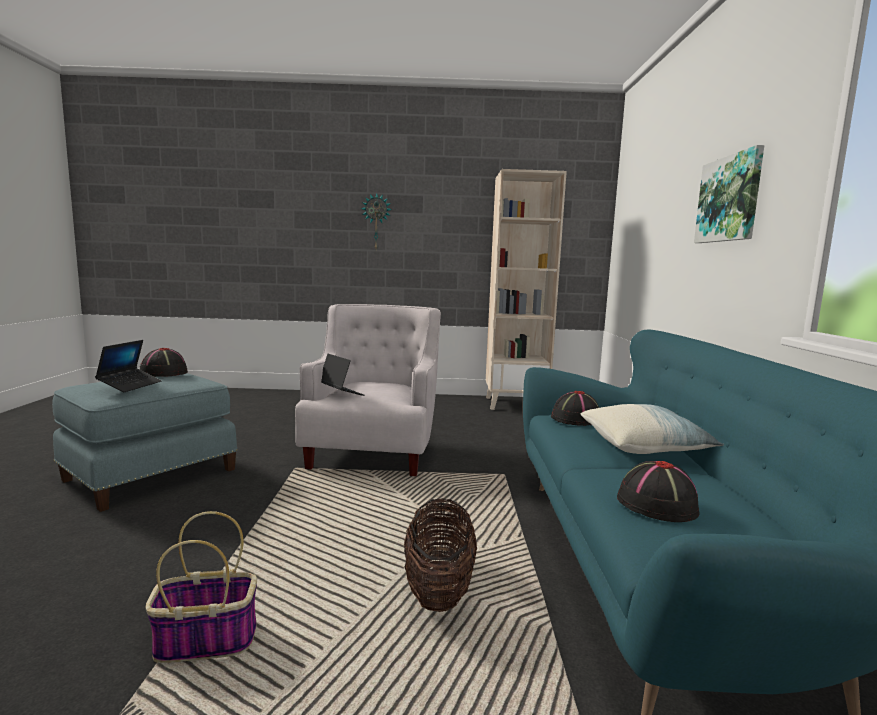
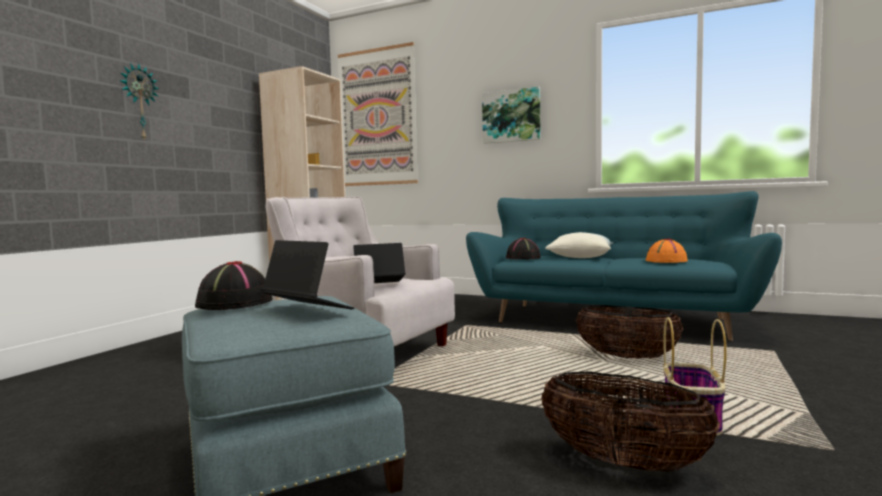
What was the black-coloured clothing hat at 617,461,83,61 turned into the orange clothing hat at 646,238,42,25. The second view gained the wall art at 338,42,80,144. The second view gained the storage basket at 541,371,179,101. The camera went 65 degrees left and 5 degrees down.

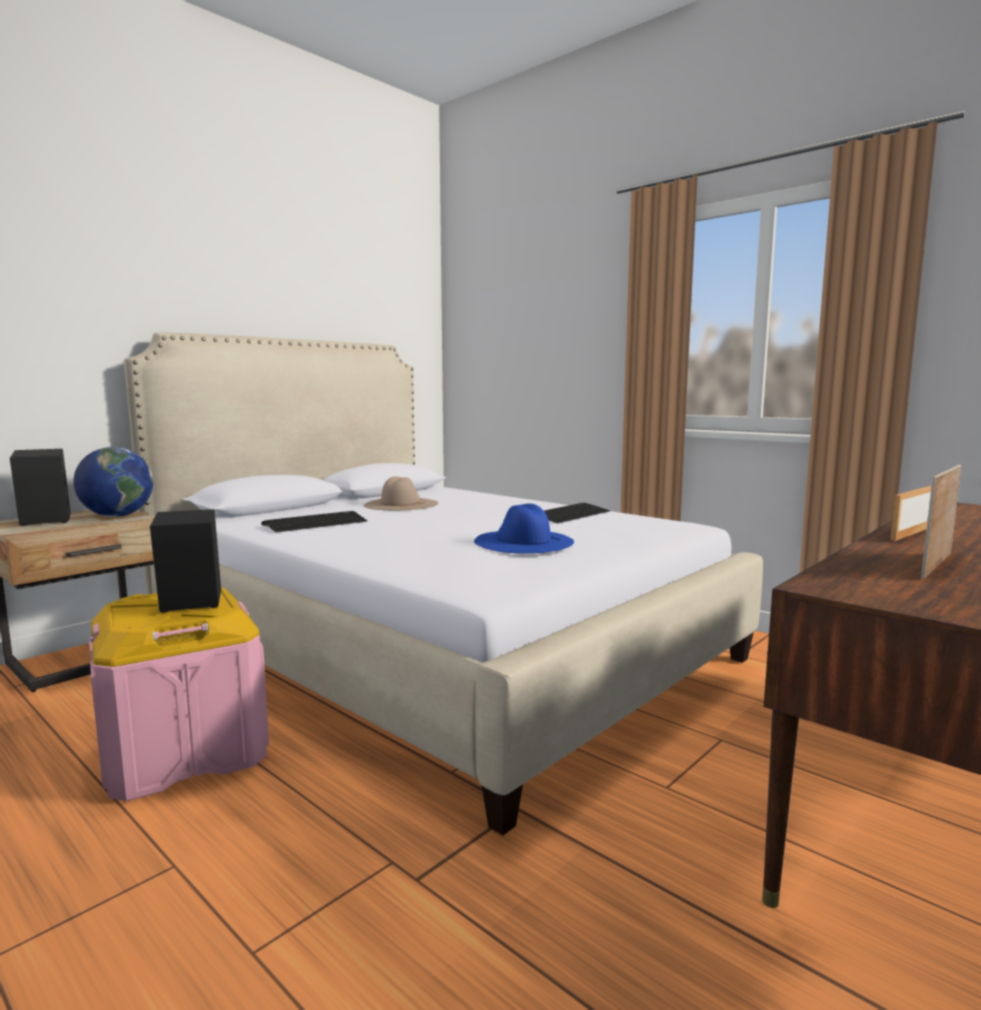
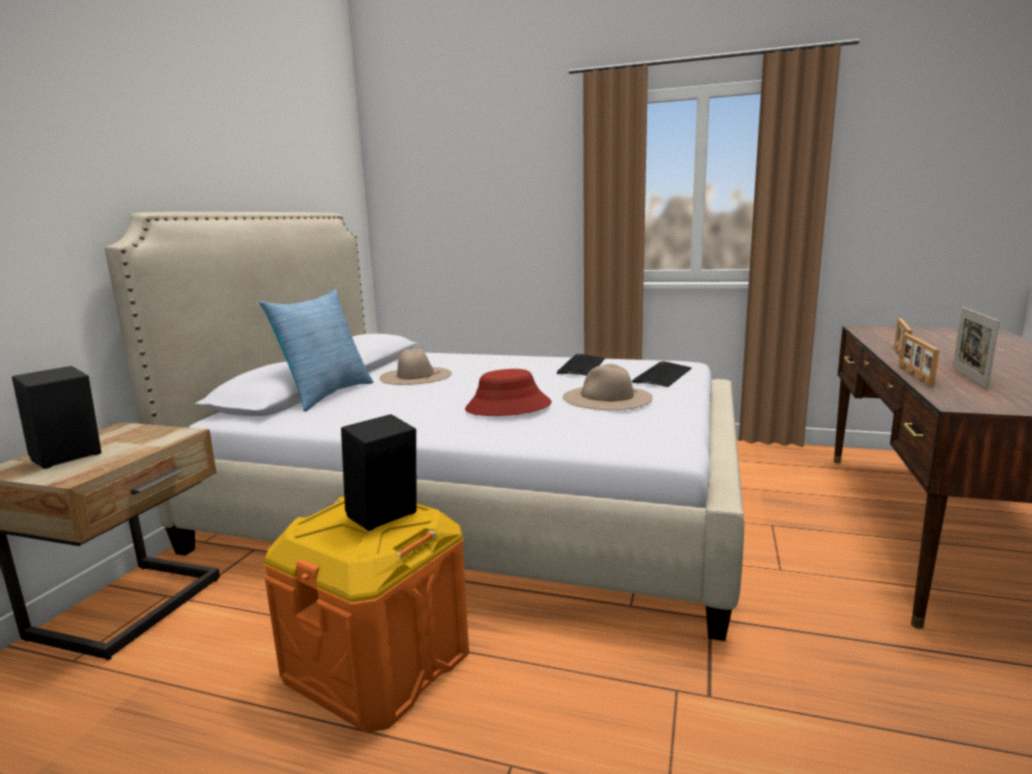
The second view lost the globe at 73,447,80,70. What was the pinkish storage container at 89,588,180,213 turned into the orange storage container at 264,497,205,236. The PC keyboard ended up elsewhere, having gone from 261,511,106,22 to 632,361,60,26. What was the blue-coloured clothing hat at 474,503,100,51 turned into the beige-coloured clothing hat at 563,364,90,46. The second view gained the throw pillow at 259,289,114,123. The second view gained the red clothing hat at 465,369,87,47. The second view gained the photo frame at 899,333,41,53. The camera went 25 degrees left and 5 degrees up.

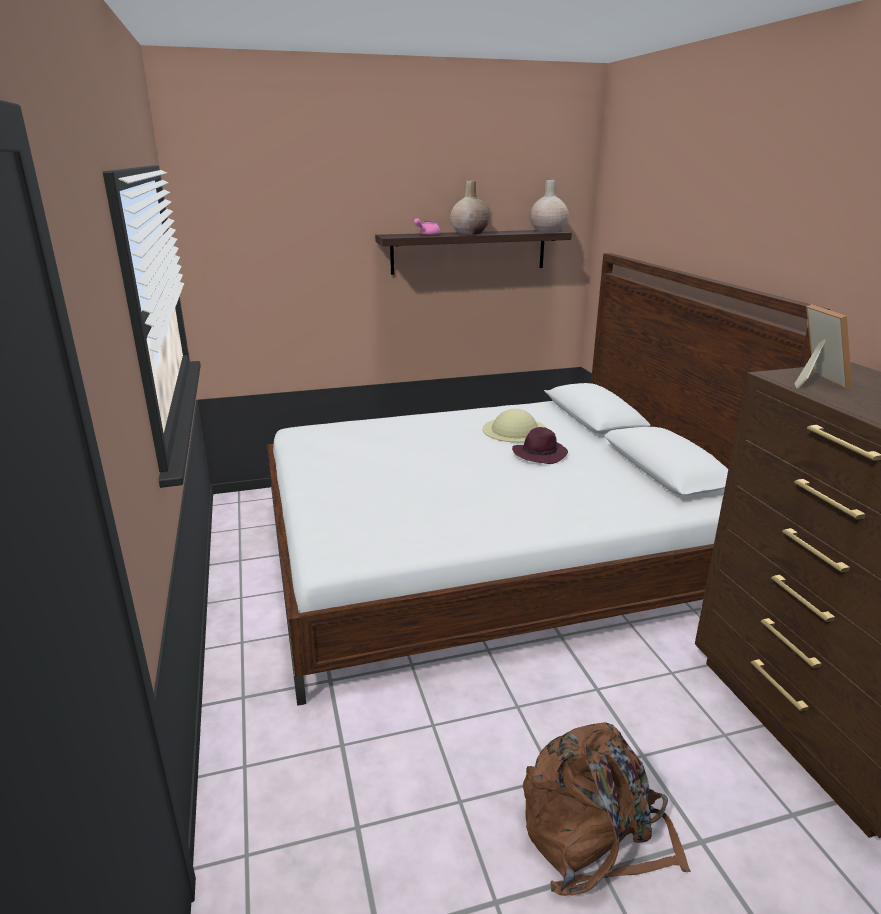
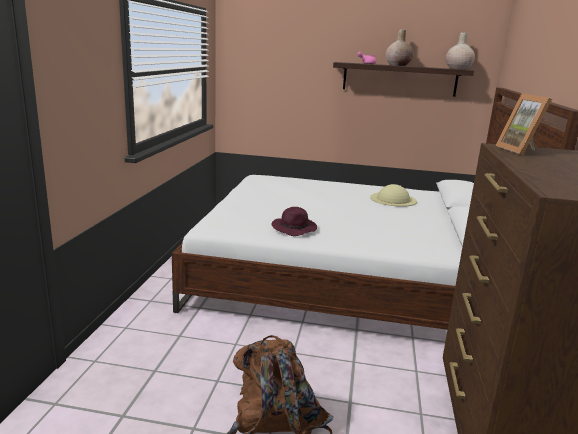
The purplish clothing hat ended up elsewhere, having gone from 512,427,56,37 to 271,207,46,29. The photo frame at 795,304,57,85 ended up facing another way, 150 degrees clockwise from before. The camera went 25 degrees right and 5 degrees down.

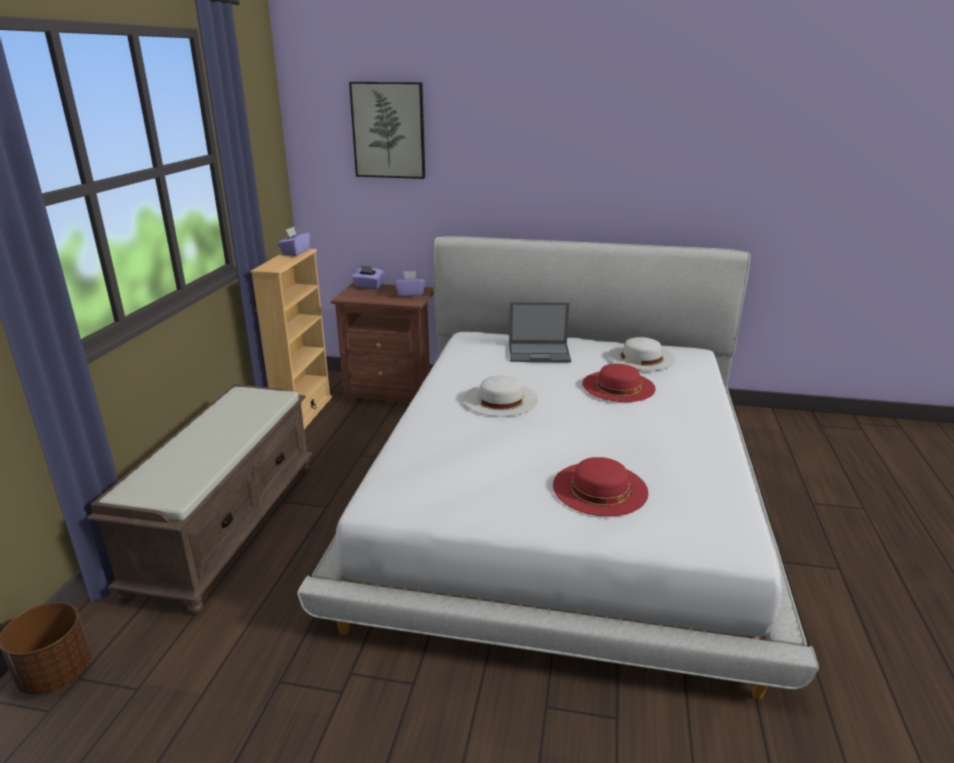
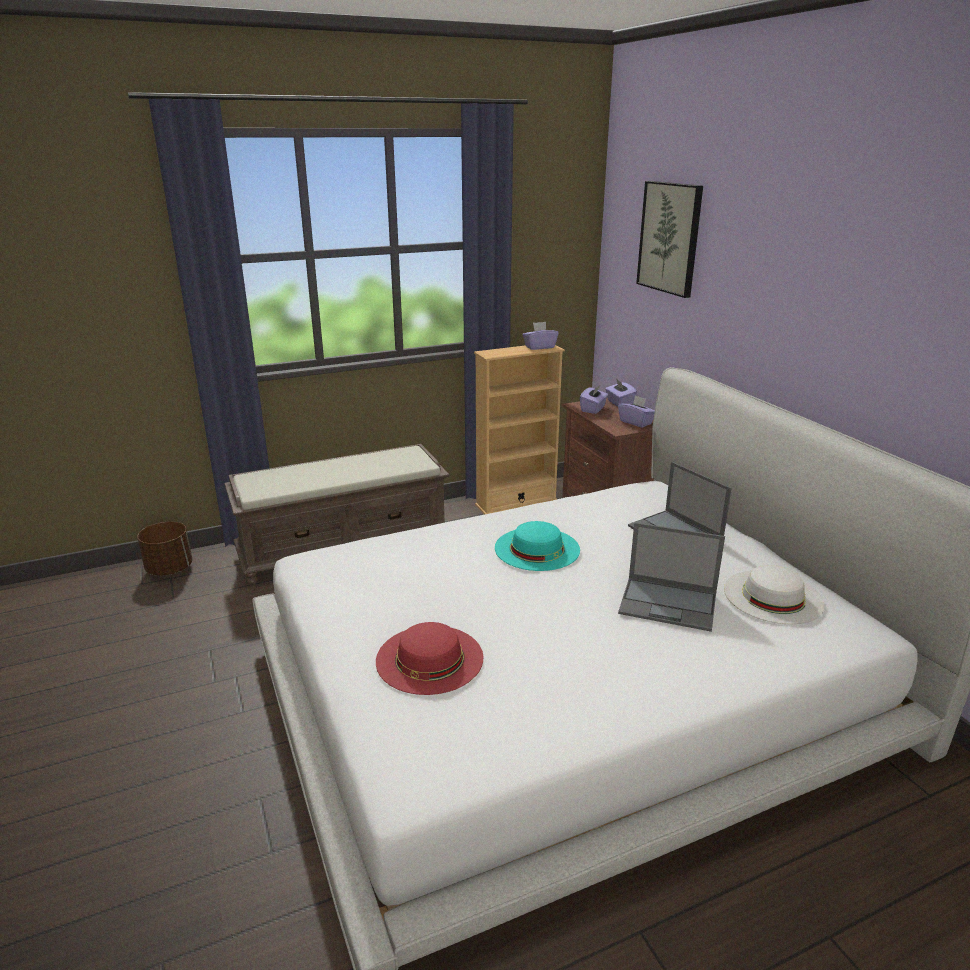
What was the white clothing hat at 463,376,75,41 turned into the turquoise-coloured clothing hat at 495,521,85,50. Where the red clothing hat stood at 582,364,73,38, the laptop came to stand at 618,522,107,110. The second view gained the purplish box of tissues at 580,384,28,30. The camera went 55 degrees right and 0 degrees up.

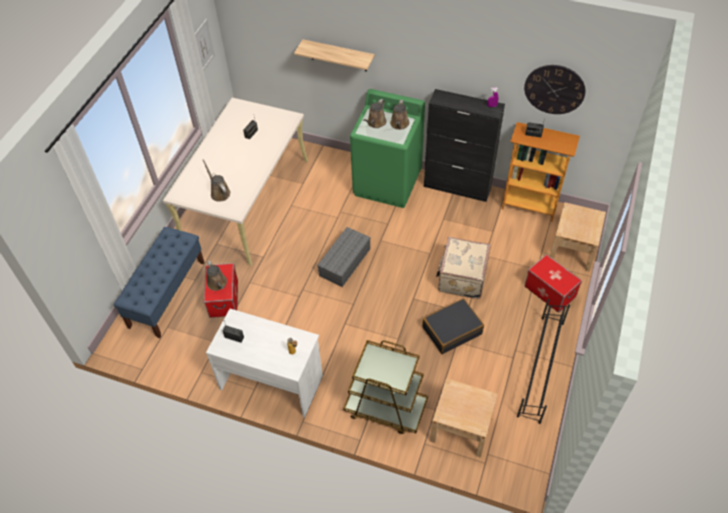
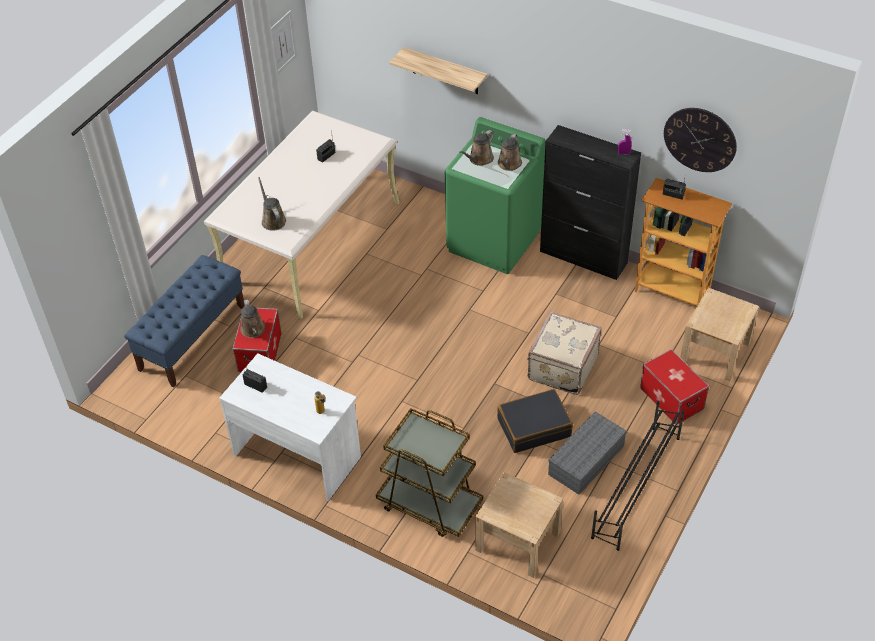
The grey storage container ended up elsewhere, having gone from 317,227,54,60 to 548,411,79,84. The camera went 10 degrees right and 5 degrees down.

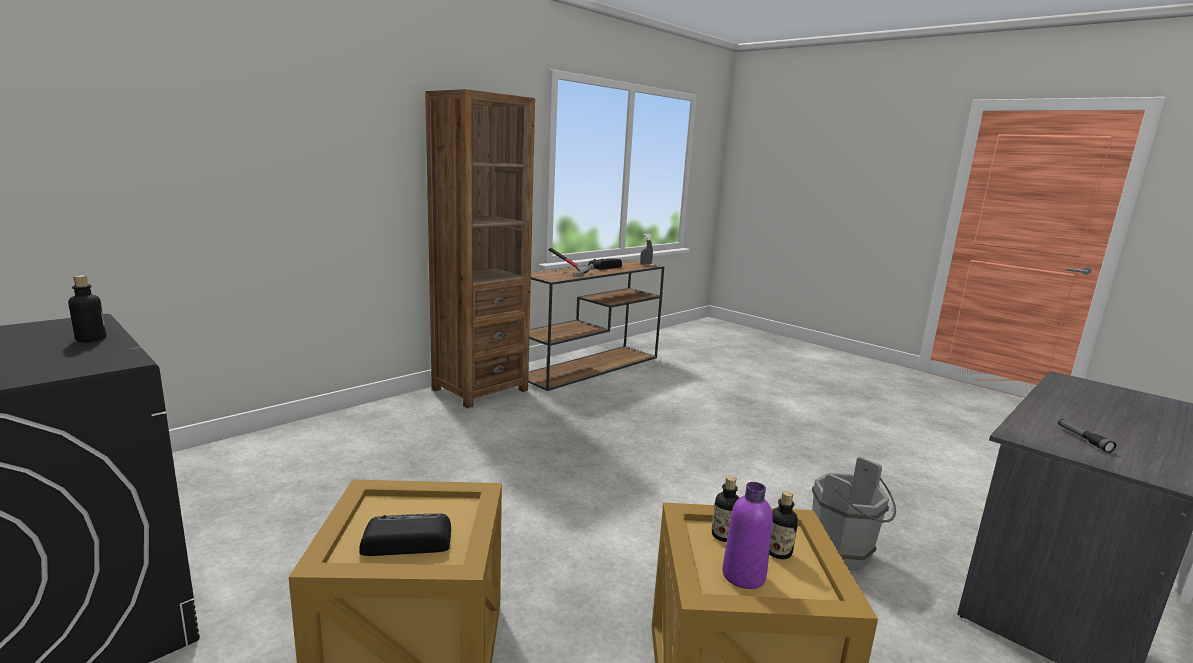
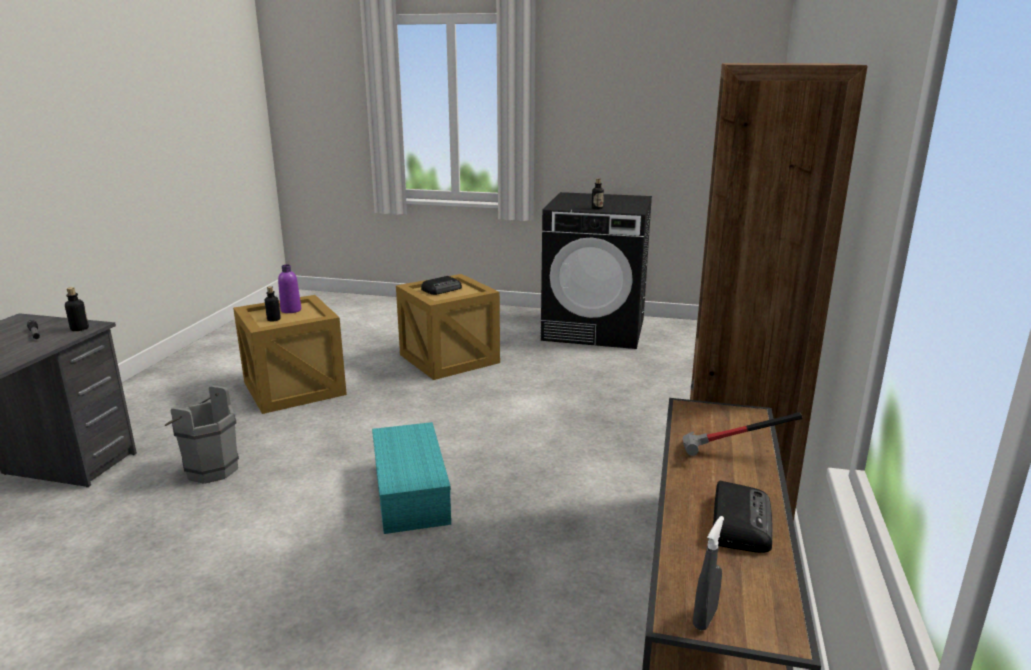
The drink bottle ended up elsewhere, having gone from 712,476,27,66 to 65,287,24,44. The second view gained the turquoise-coloured storage container at 372,422,79,112. The camera went 150 degrees right and 5 degrees up.

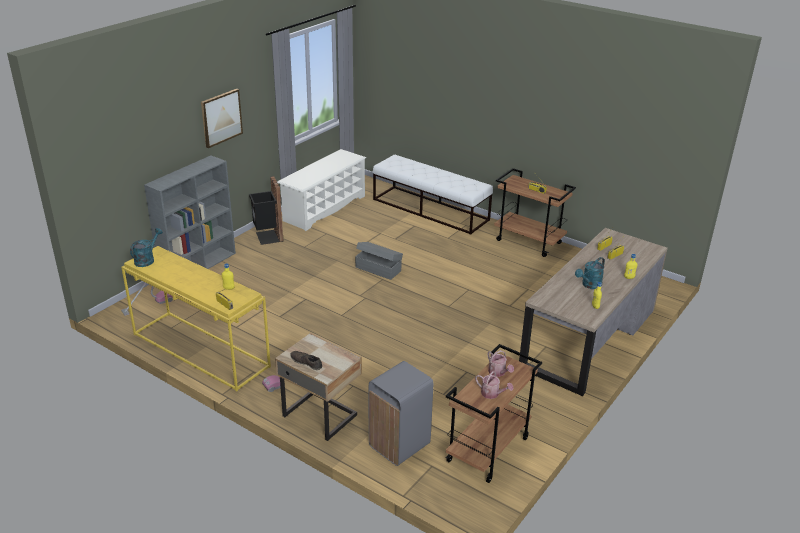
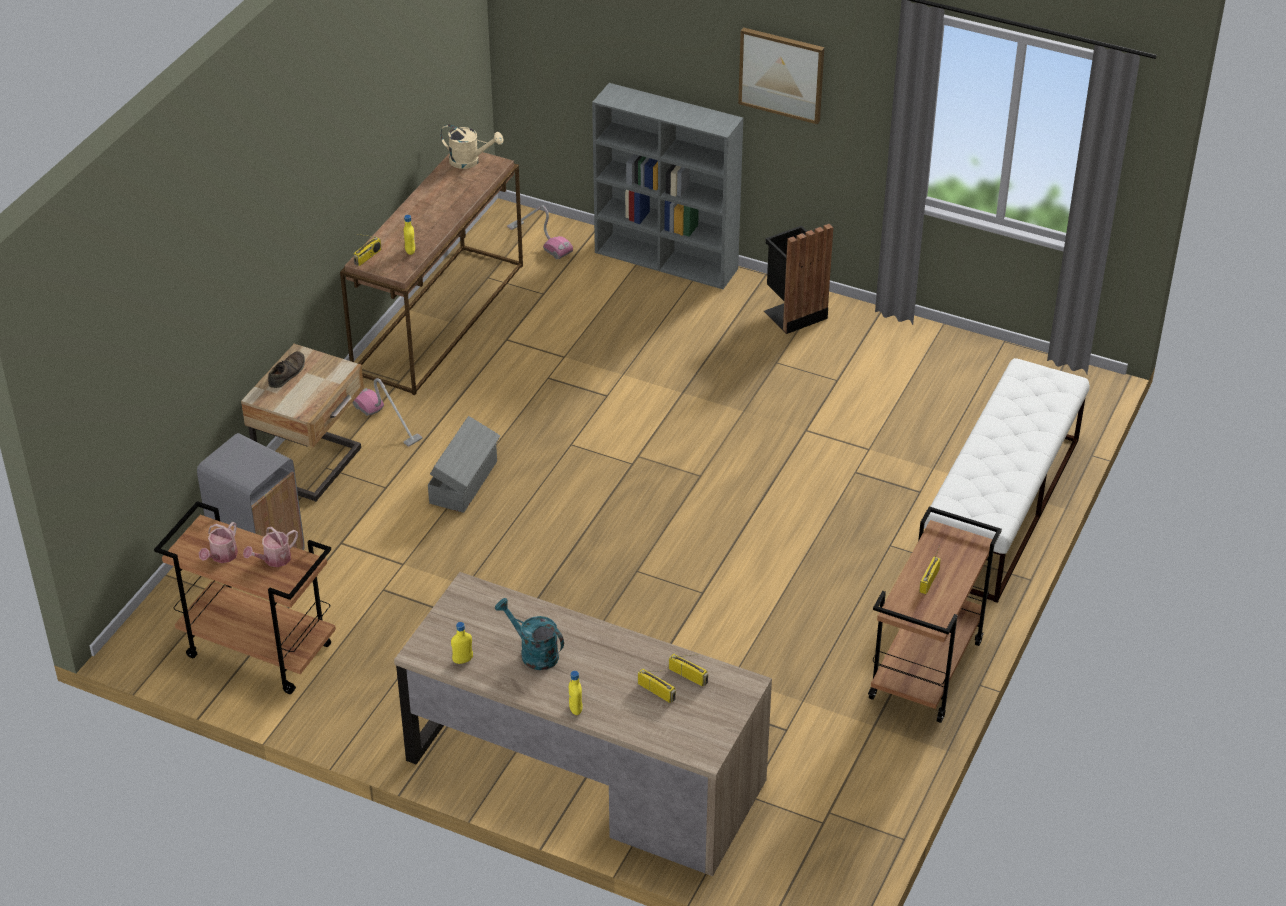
What was the yellowish hall table at 121,246,150,146 turned into the brown hall table at 340,152,183,243. What was the turquoise-coloured sprinkling can at 130,228,33,39 turned into the beige-coloured sprinkling can at 440,124,63,45. The second view lost the white shoe rack at 277,149,89,82. The grey storage container ended up elsewhere, having gone from 355,242,48,38 to 428,416,72,97. The camera went 80 degrees right and 10 degrees up.

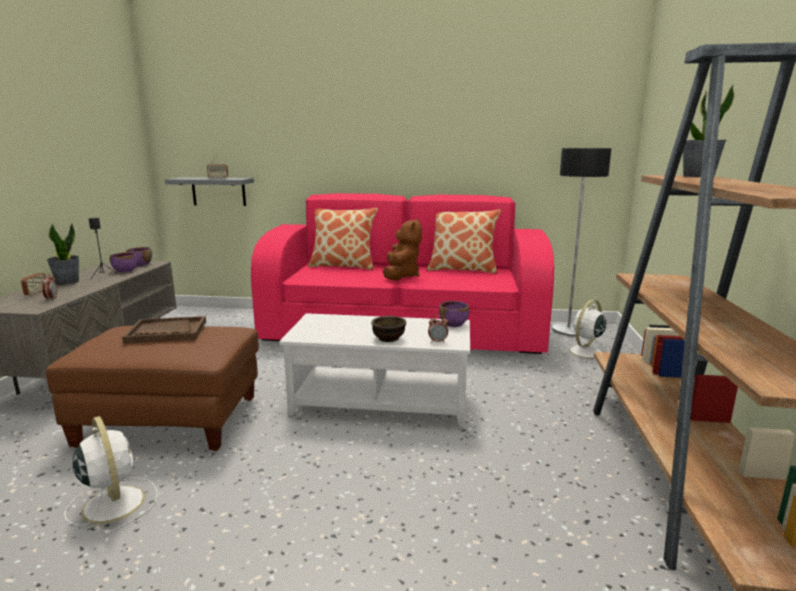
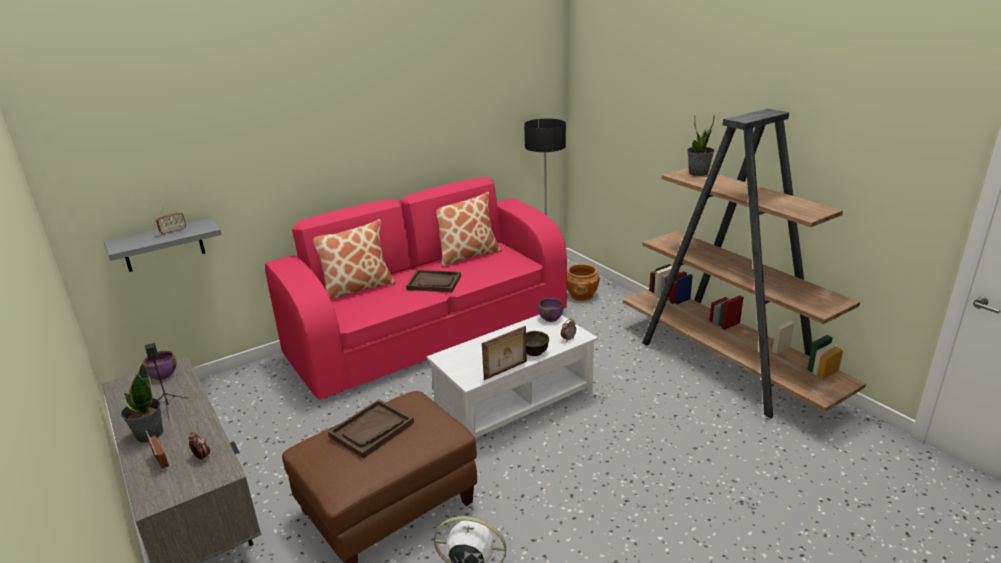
The second view lost the purplish bowl at 109,252,28,20. Where the brown soft toy stood at 383,218,39,62, the brown tray came to stand at 406,270,55,22. Where the white cooling fan stood at 561,300,48,63, the brown planter came to stand at 567,264,33,37. The second view gained the photo frame at 482,326,45,54. The camera went 40 degrees left and 10 degrees up.

